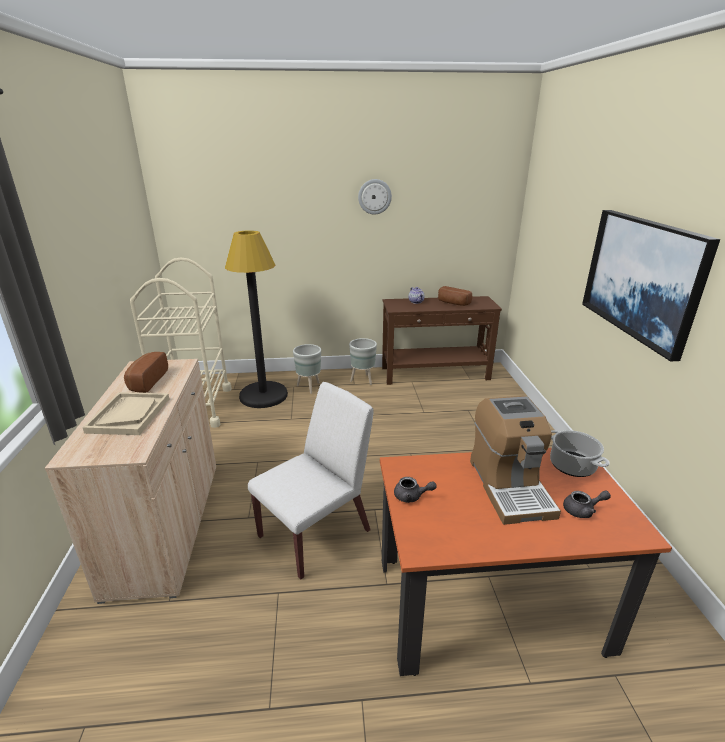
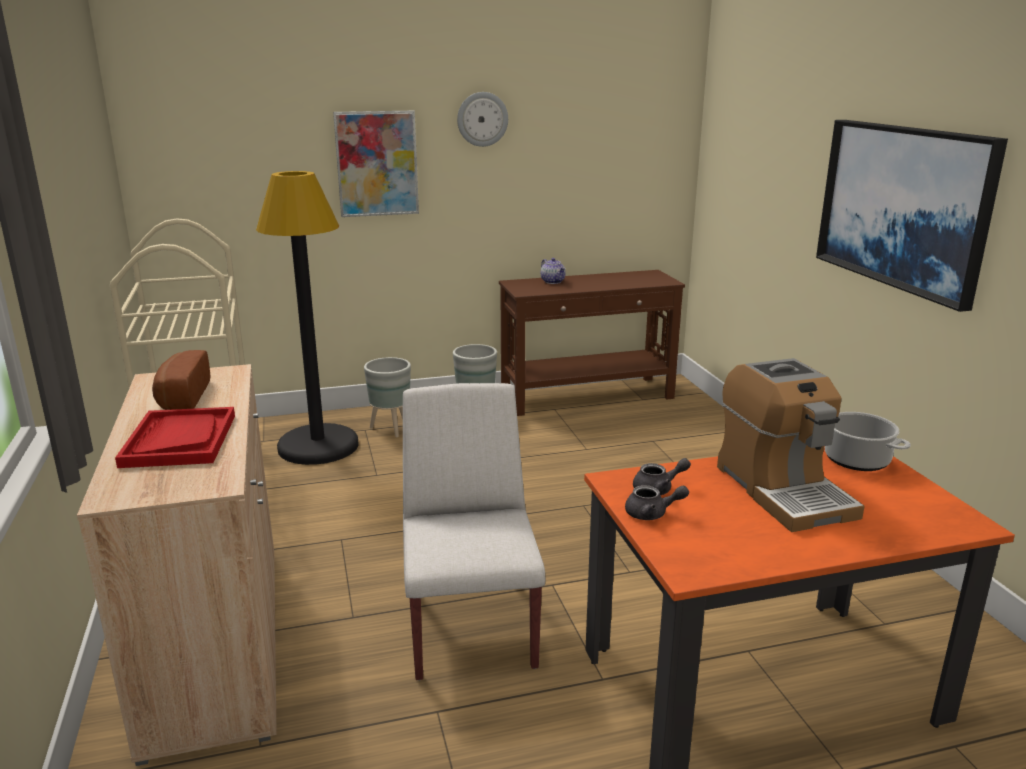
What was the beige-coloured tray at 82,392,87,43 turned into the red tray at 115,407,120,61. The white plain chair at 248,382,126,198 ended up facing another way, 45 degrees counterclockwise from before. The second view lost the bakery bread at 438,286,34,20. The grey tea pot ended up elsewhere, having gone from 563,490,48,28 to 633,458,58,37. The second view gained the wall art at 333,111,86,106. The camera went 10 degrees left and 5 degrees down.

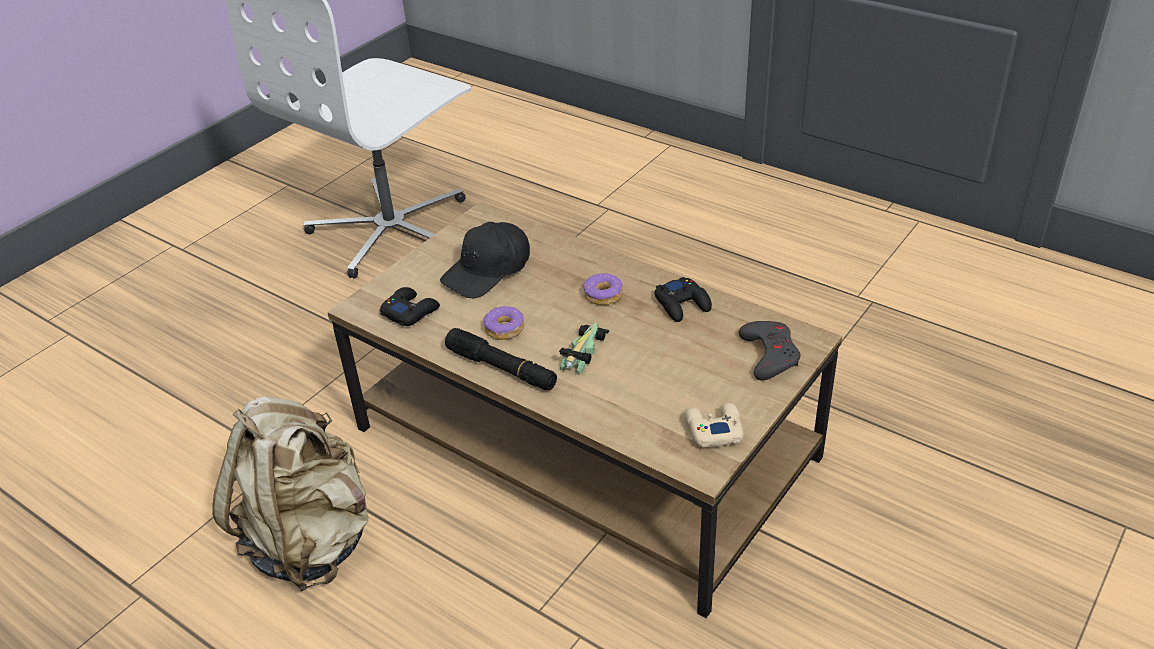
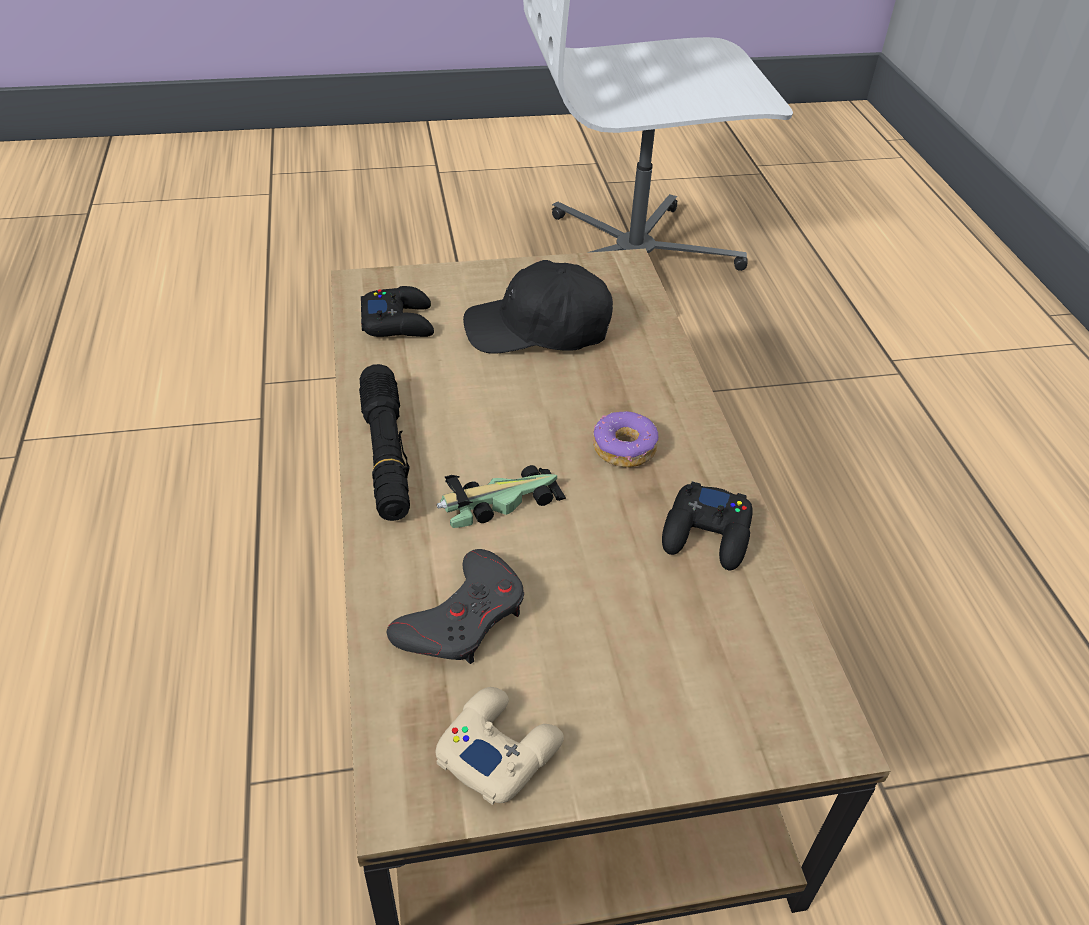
The second view lost the beige-coloured backpack at 212,396,156,195. The second view lost the ring doughnut at 484,306,40,34. The grey gamepad ended up elsewhere, having gone from 739,321,61,60 to 387,549,137,115. The camera went 40 degrees right and 5 degrees up.

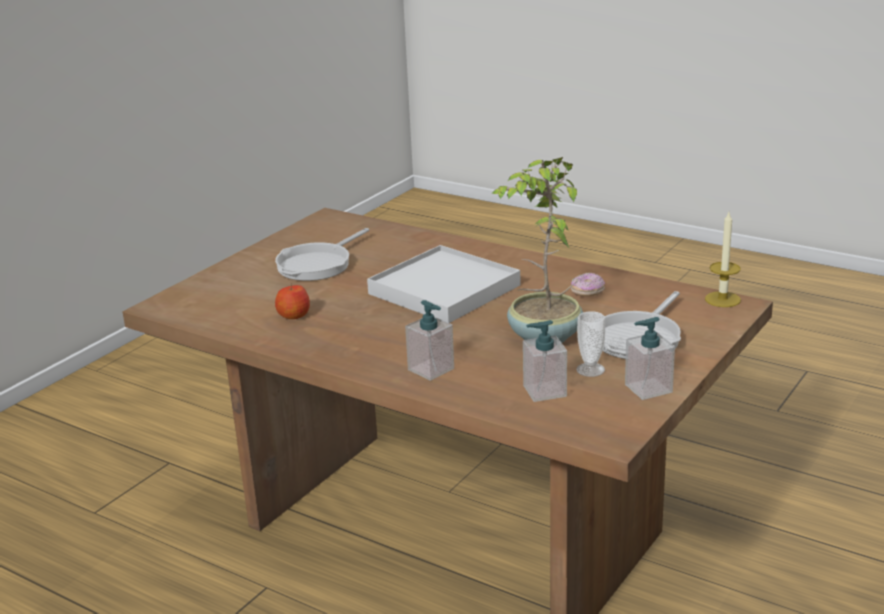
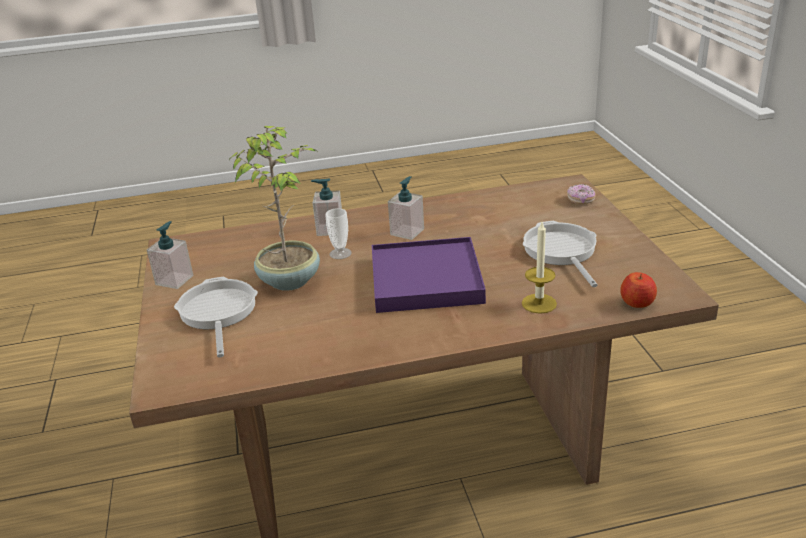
The apple fruit ended up elsewhere, having gone from 275,283,35,36 to 620,272,37,36. What was the white tray at 367,245,154,78 turned into the purplish tray at 372,237,114,76. The liquid soap bottle ended up elsewhere, having gone from 523,320,44,82 to 388,176,36,64. The ring doughnut ended up elsewhere, having gone from 571,273,34,23 to 567,184,29,20. The cup ended up elsewhere, having gone from 576,311,29,66 to 326,208,25,51. The wax candle ended up elsewhere, having gone from 705,212,36,95 to 522,222,35,92. The camera went 135 degrees right and 5 degrees up.

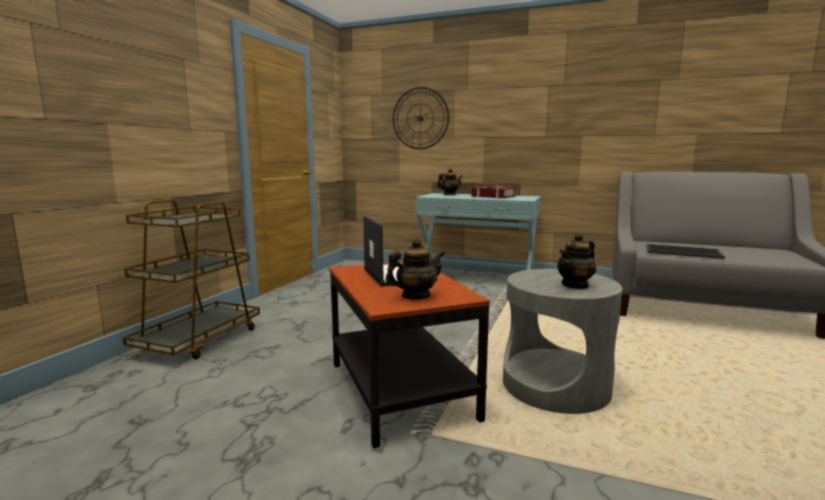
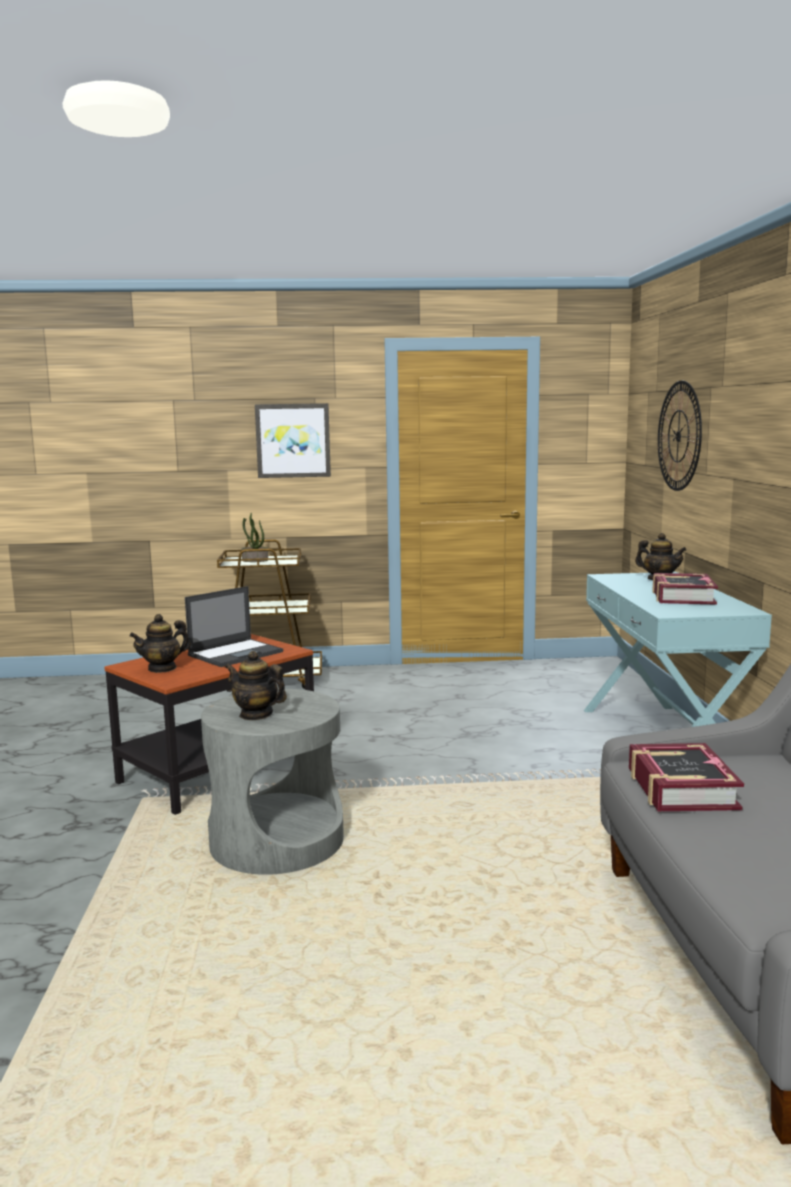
The tea pot at 386,238,59,61 ended up facing another way, 105 degrees clockwise from before. Where the tray stood at 646,244,79,15, the bound book came to stand at 629,743,115,68. The second view gained the potted plant at 242,513,26,49. The second view gained the wall art at 255,403,76,75. The camera went 65 degrees right and 0 degrees up.

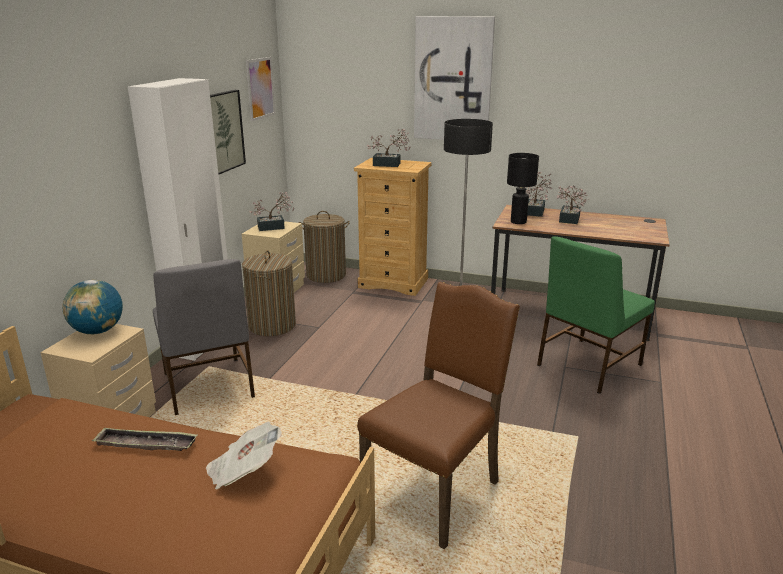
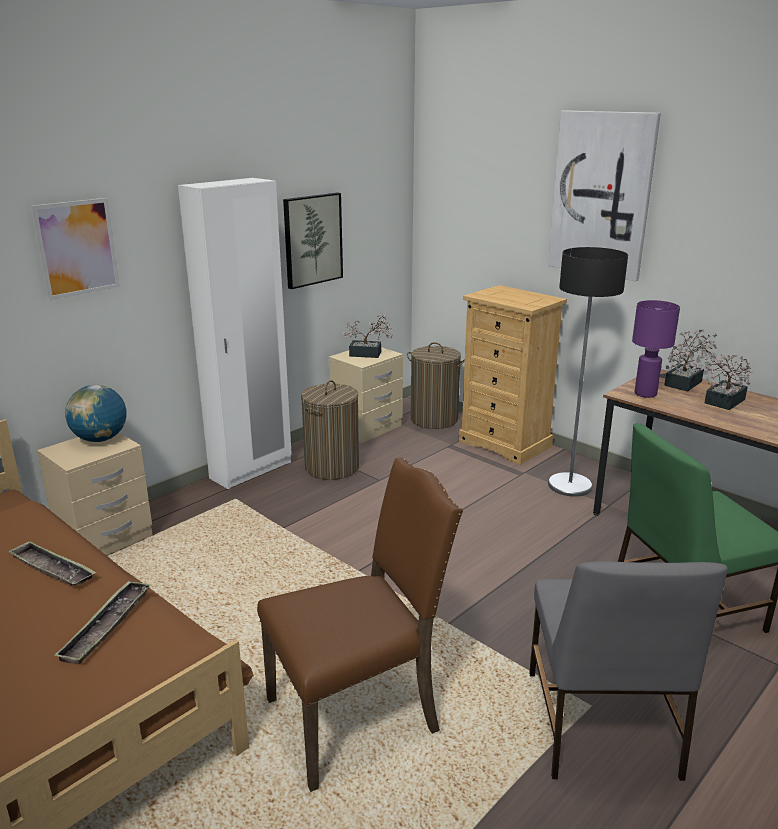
The grey plain chair ended up elsewhere, having gone from 153,259,102,156 to 529,561,199,220. Where the daily paper stood at 206,422,76,68, the tray came to stand at 54,581,97,84. The wall art ended up elsewhere, having gone from 246,57,29,64 to 31,198,89,102. The second view lost the potted plant at 367,129,43,38. What was the black-coloured tabletop lamp at 507,153,32,71 turned into the purplish tabletop lamp at 632,300,48,98. The camera went 25 degrees right and 0 degrees up.

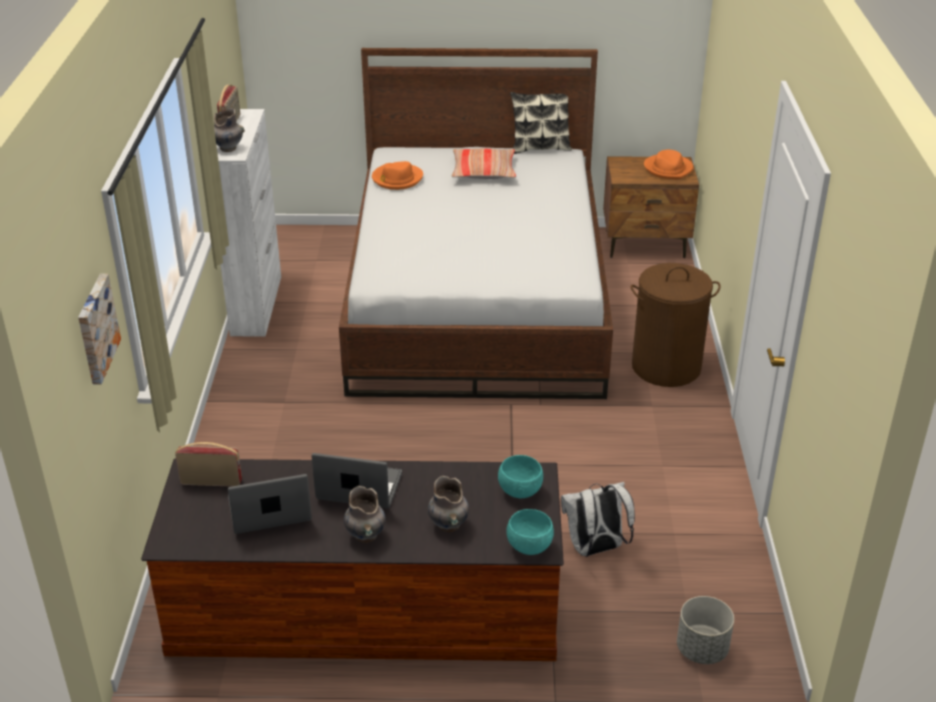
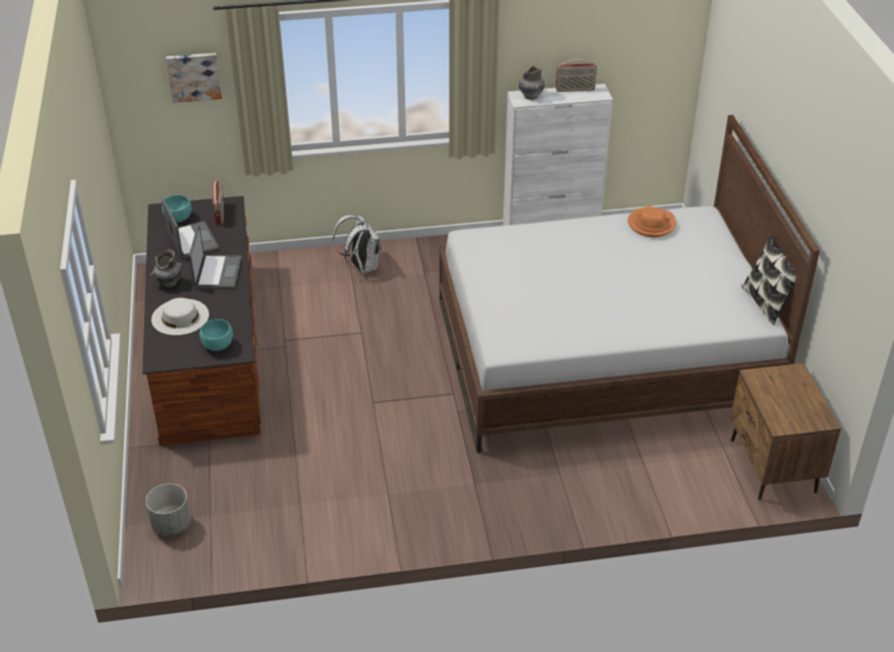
Where the grey flower vase stood at 428,476,41,56, the white clothing hat came to stand at 151,298,58,37. The second view lost the throw pillow at 452,149,64,30. The turquoise-coloured bowl ended up elsewhere, having gone from 506,509,48,46 to 162,195,30,27. The white backpack ended up elsewhere, having gone from 561,482,74,75 to 333,215,49,59. The second view lost the brown hamper at 631,263,90,124. The second view lost the orange clothing hat at 644,150,49,29. The camera went 80 degrees right and 5 degrees up.

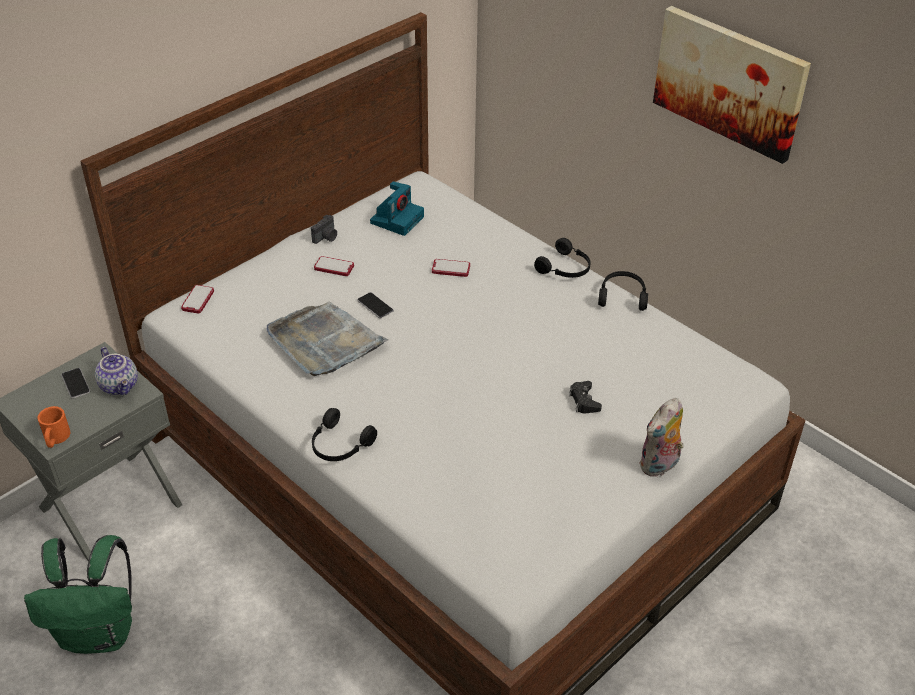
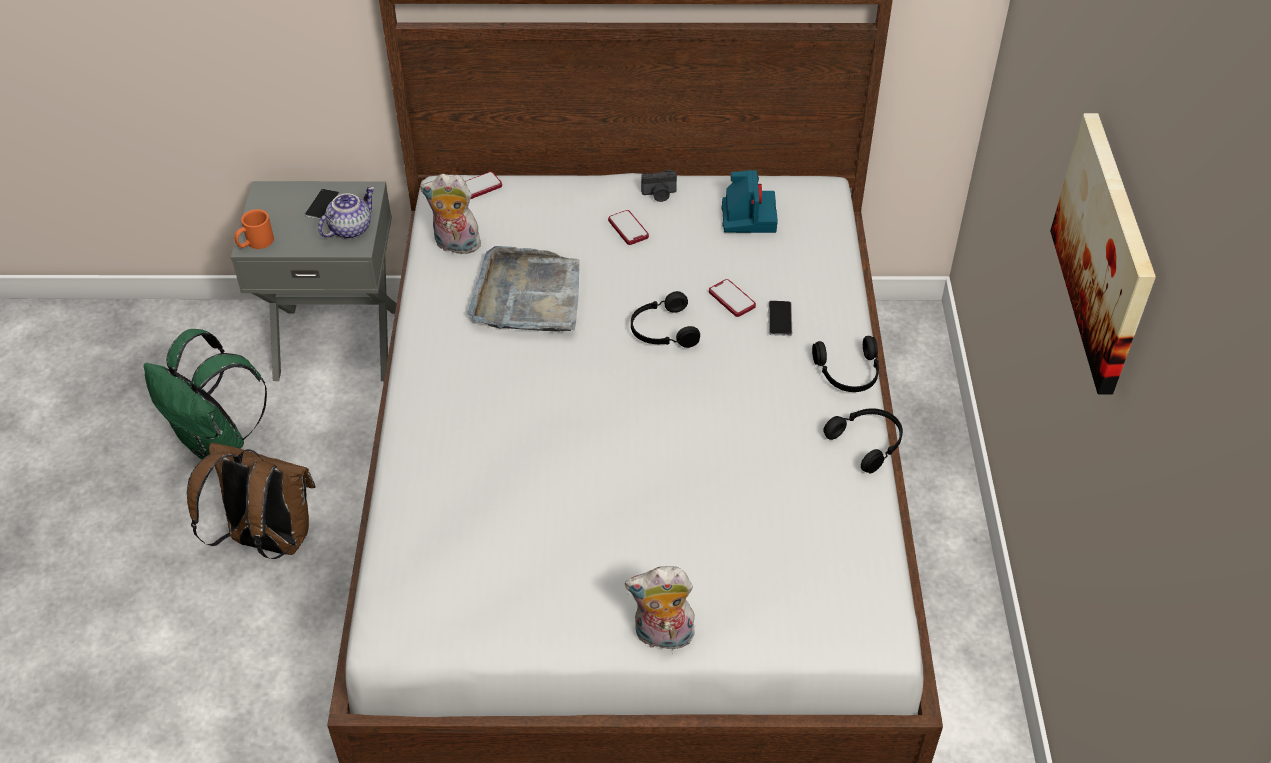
The tea pot at 95,347,43,48 ended up facing another way, 150 degrees counterclockwise from before. The black-coloured headphones ended up elsewhere, having gone from 312,408,65,53 to 631,291,69,57. The phone ended up elsewhere, having gone from 357,292,37,27 to 768,301,24,35. The still camera at 370,181,54,55 ended up facing another way, 75 degrees counterclockwise from before. The second view lost the black-coloured gamepad at 569,381,33,33. The second view gained the brown backpack at 187,443,128,116. The second view gained the soft toy at 420,174,61,80. The camera went 45 degrees right and 5 degrees up.

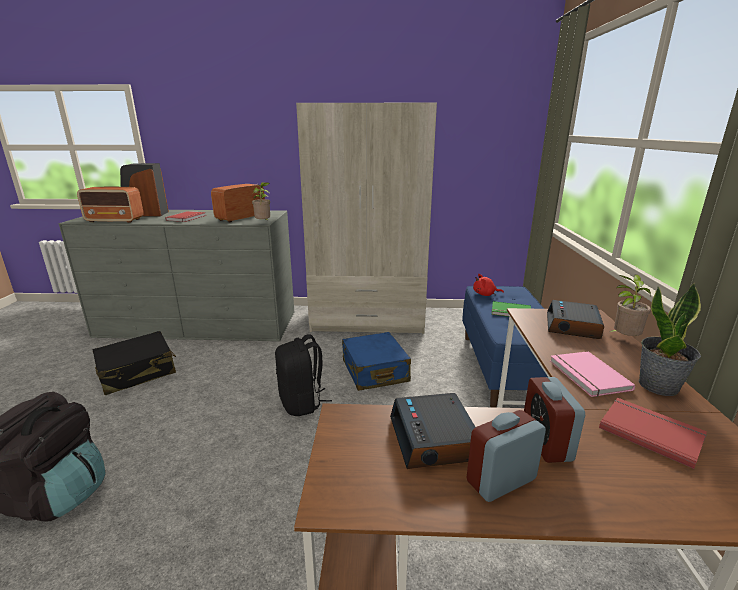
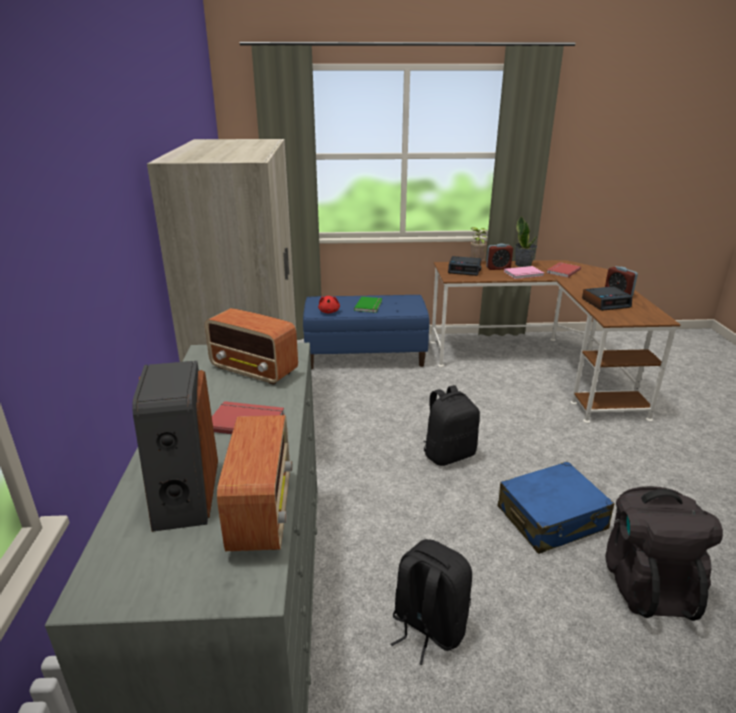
Where the black-coloured piece of luggage stood at 93,331,83,64, the black-coloured backpack came to stand at 391,539,81,126. The second view lost the potted plant at 252,182,18,39. The blue-coloured piece of luggage ended up elsewhere, having gone from 342,332,69,59 to 497,461,118,93. The bedside clock ended up elsewhere, having gone from 524,377,61,86 to 486,243,27,27. The camera went 95 degrees left and 5 degrees up.

